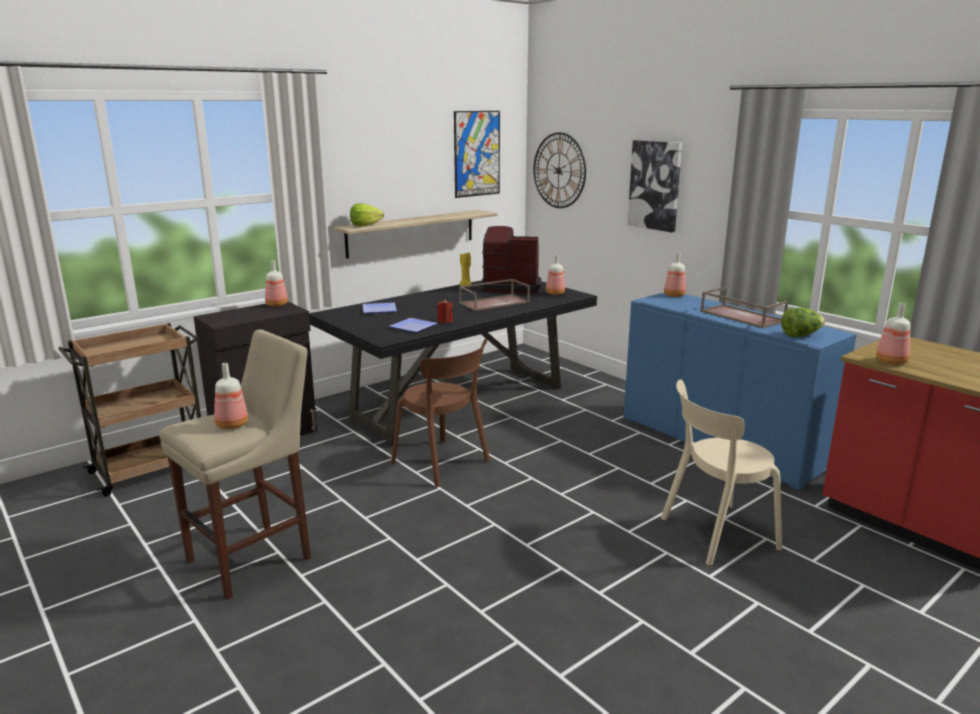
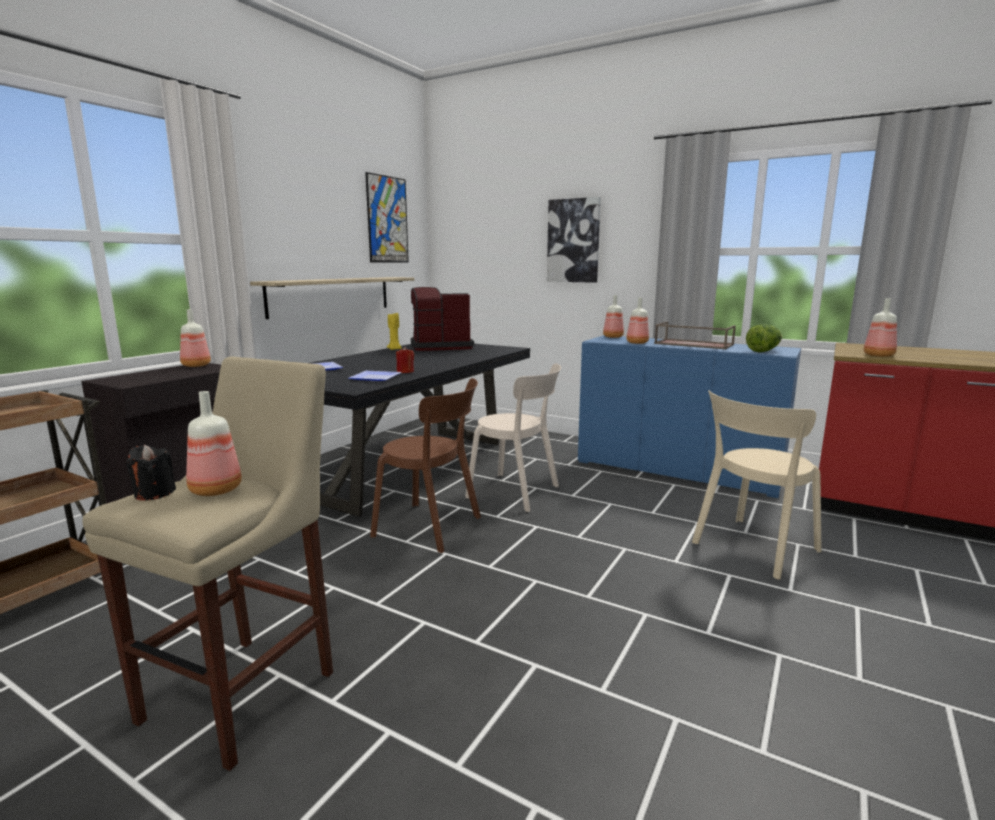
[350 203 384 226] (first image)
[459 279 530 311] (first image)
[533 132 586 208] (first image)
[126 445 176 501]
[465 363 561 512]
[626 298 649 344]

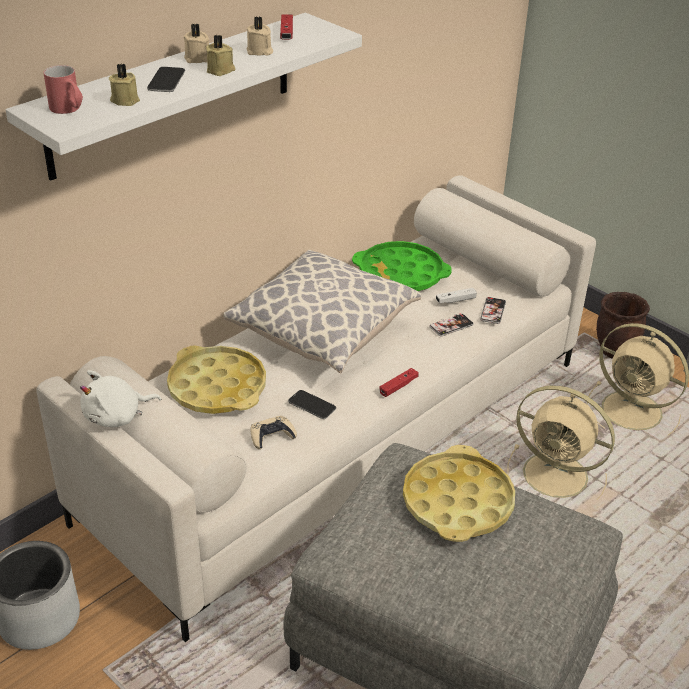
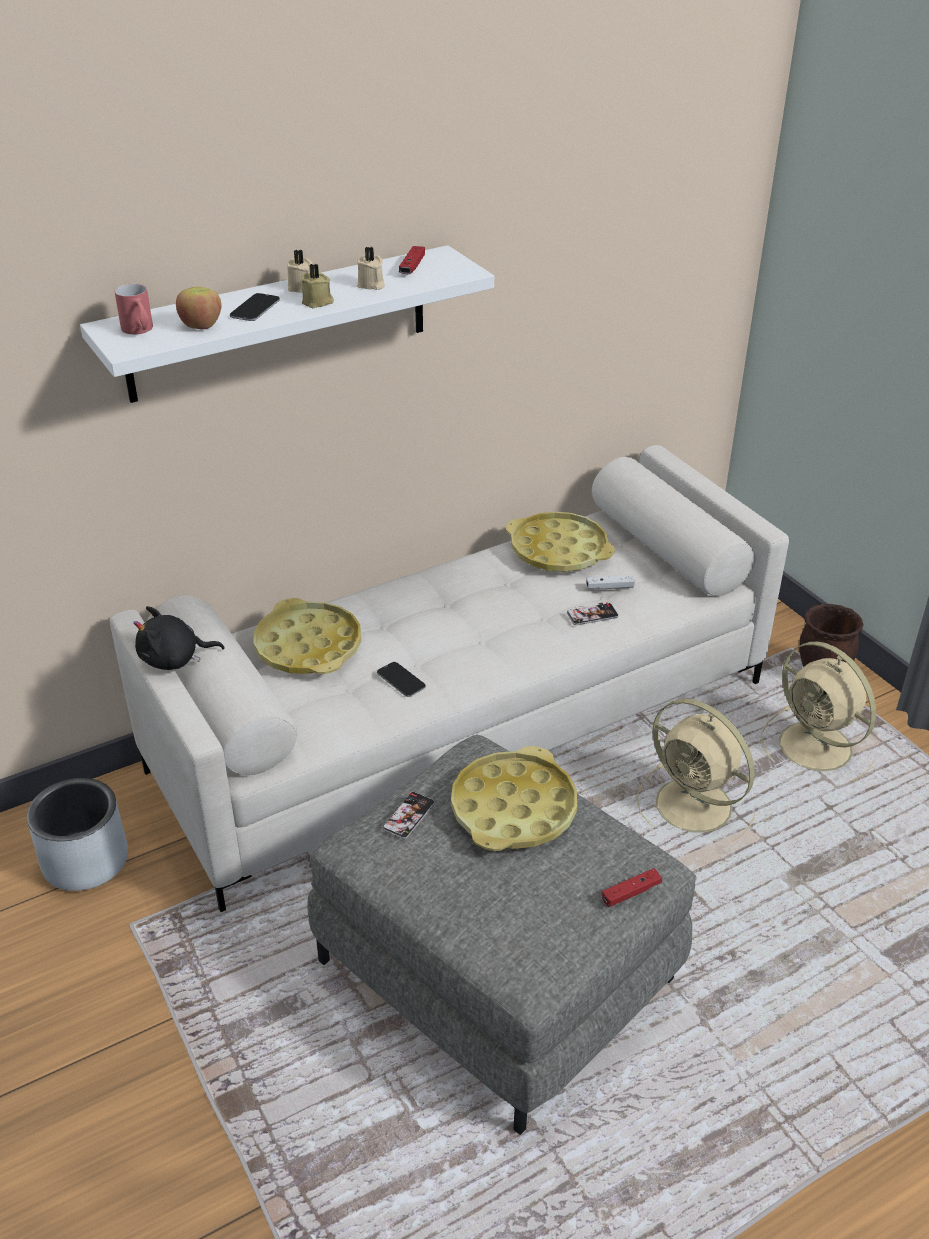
[224 250 421 373] (first image)
[250 416 297 449] (first image)
[602 868 662 907]
[382 792 435 839]
[176 287 221 329]
[133 606 225 670]
[506 512 615 572]

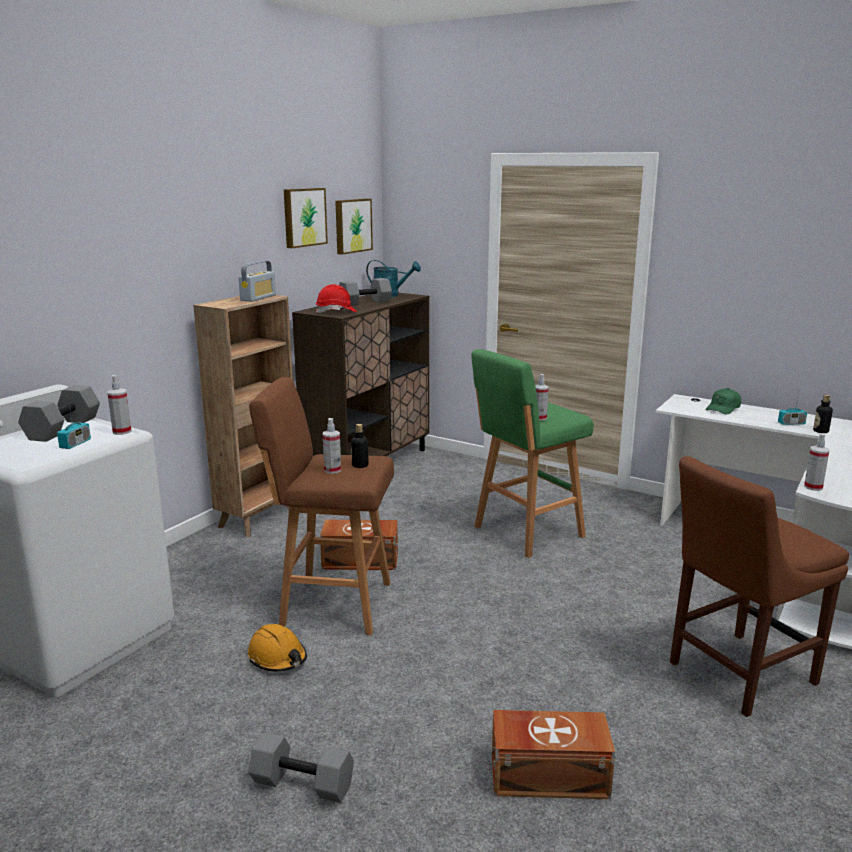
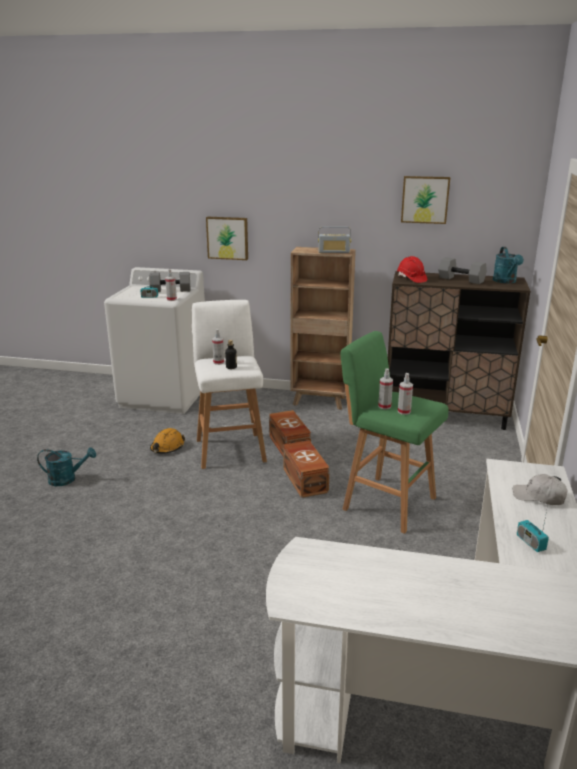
[670 456 849 717] (first image)
[813 395 833 433] (first image)
[206 217 248 260]
[283 440 330 498]
[398 373 413 415]
[37 447 96 486]
[192 300 267 469]
[513 474 567 505]

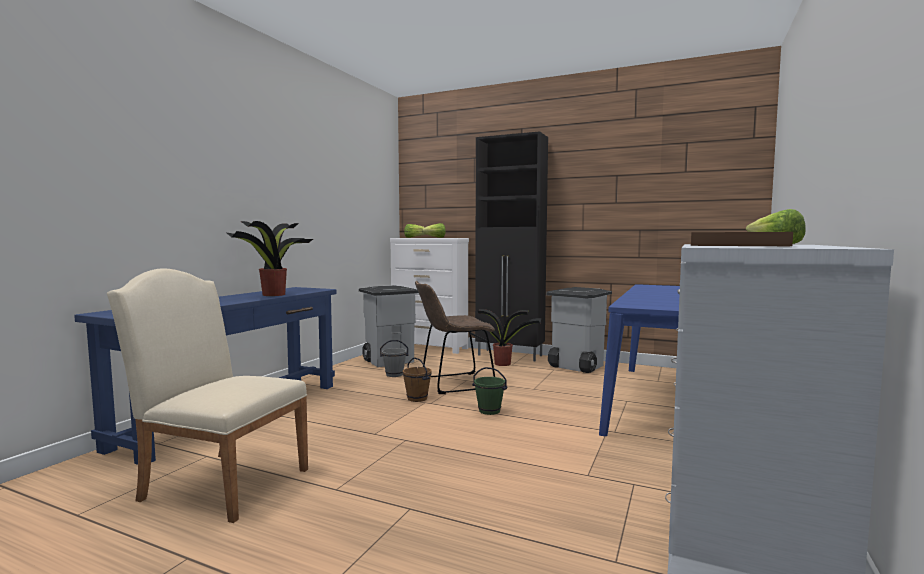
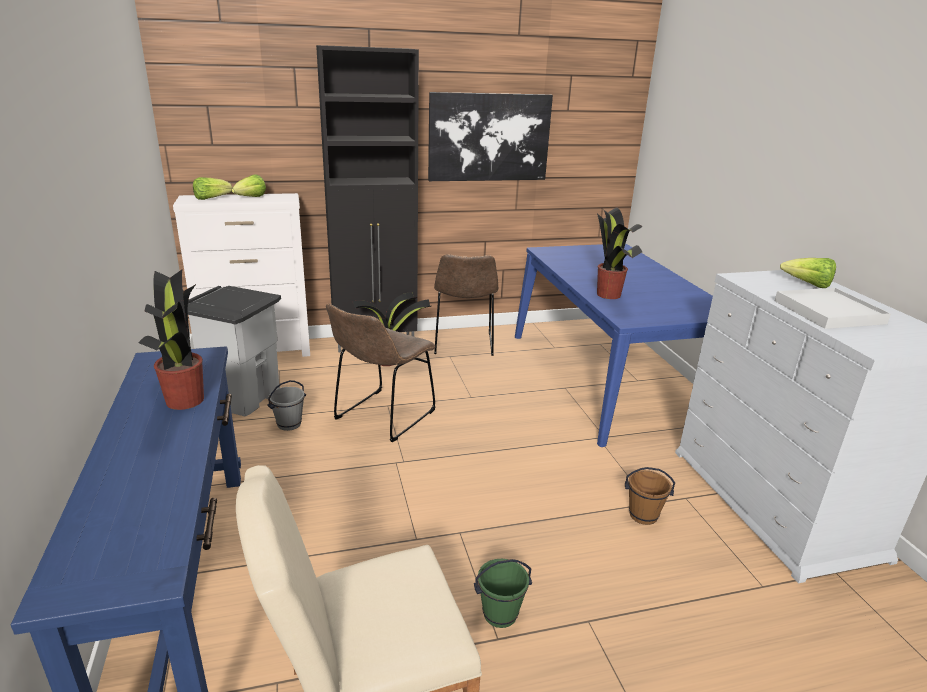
[428 92 553 181]
[597 207 643 299]
[625 467 675 525]
[474 559 532 628]
[434 254 499 356]
[775 288 891 329]

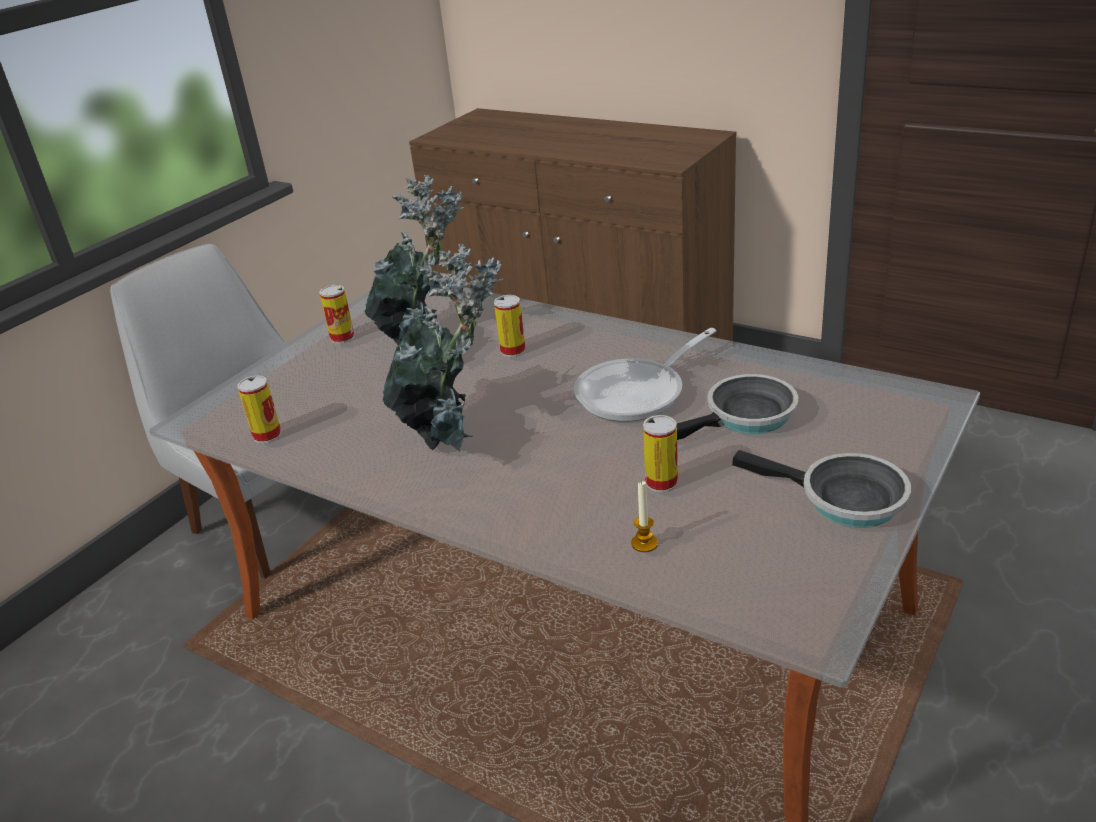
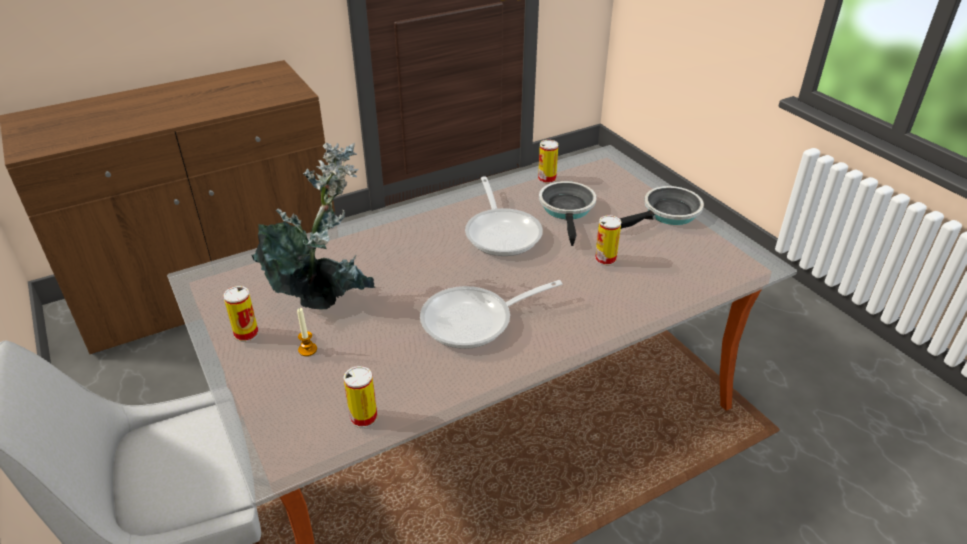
[538 140 558 184]
[297 308 317 356]
[420 280 562 349]

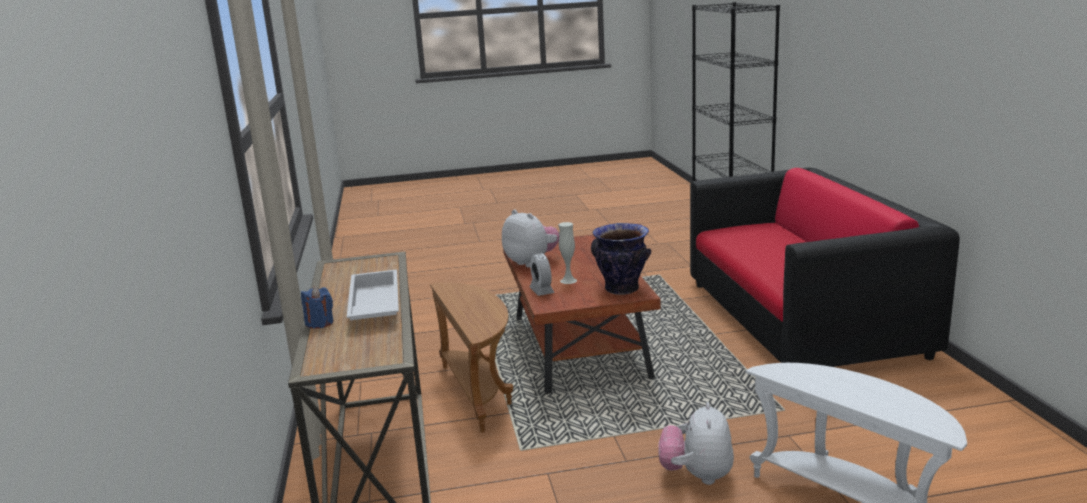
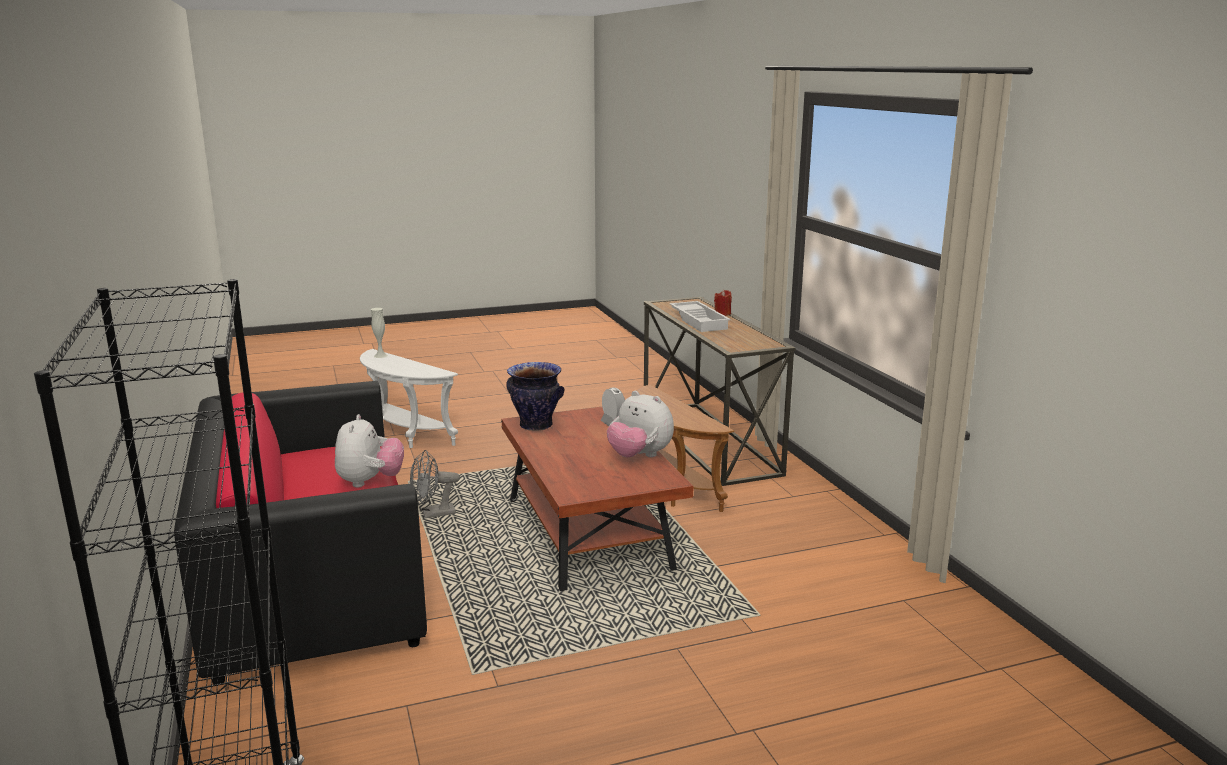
[410 450 460 518]
[371 308 388 358]
[335 414 404 488]
[714 290 732 316]

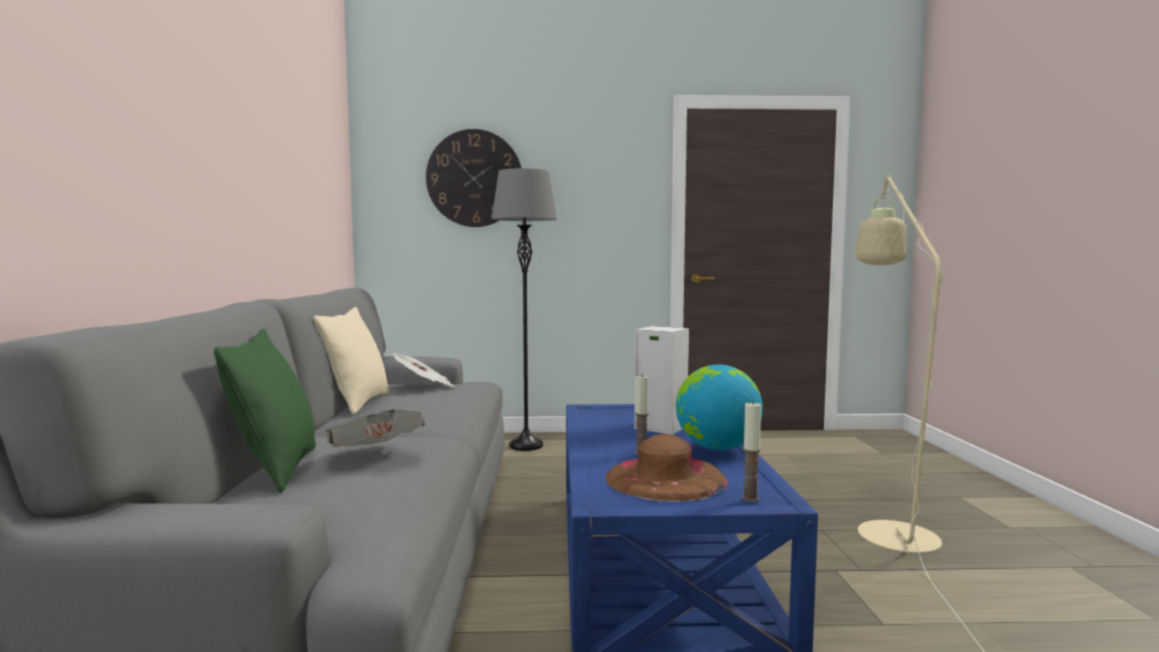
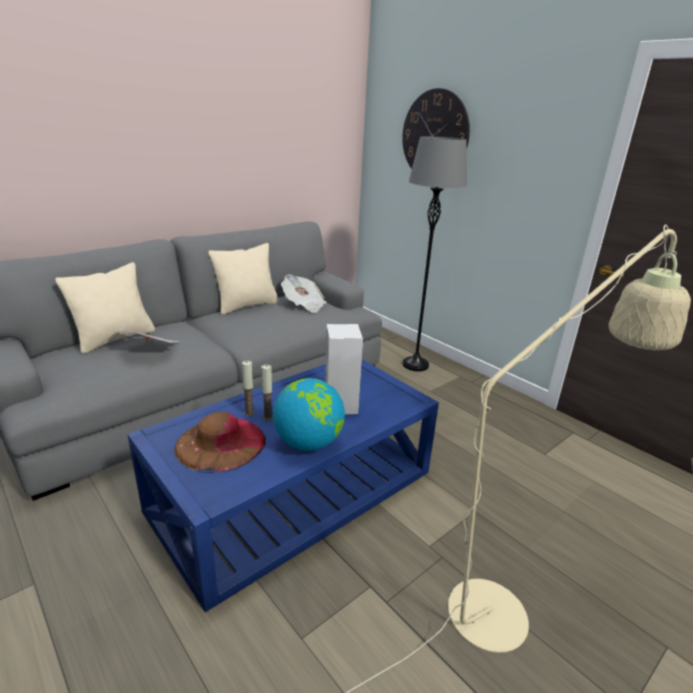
[242 361 255 416]
[55 262 155 354]

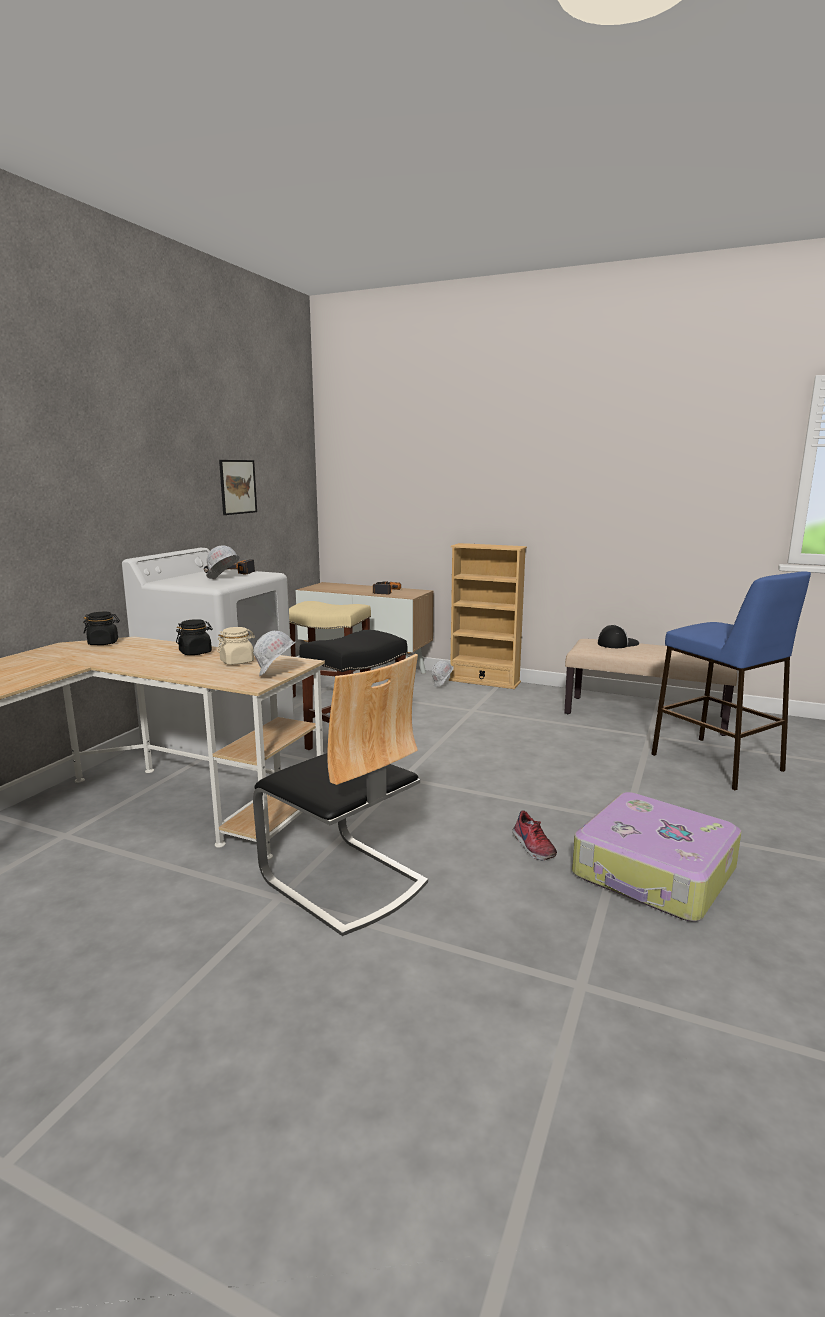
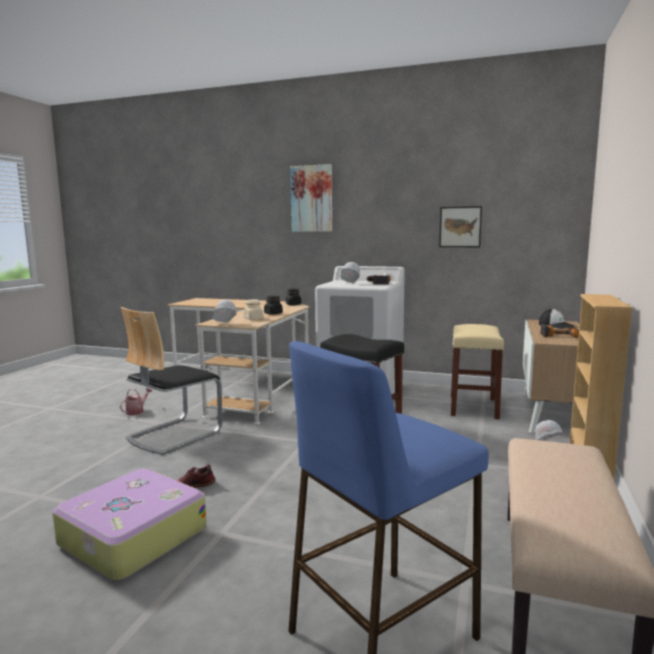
[120 388 152 415]
[291 164 332 232]
[539 309 575 329]

